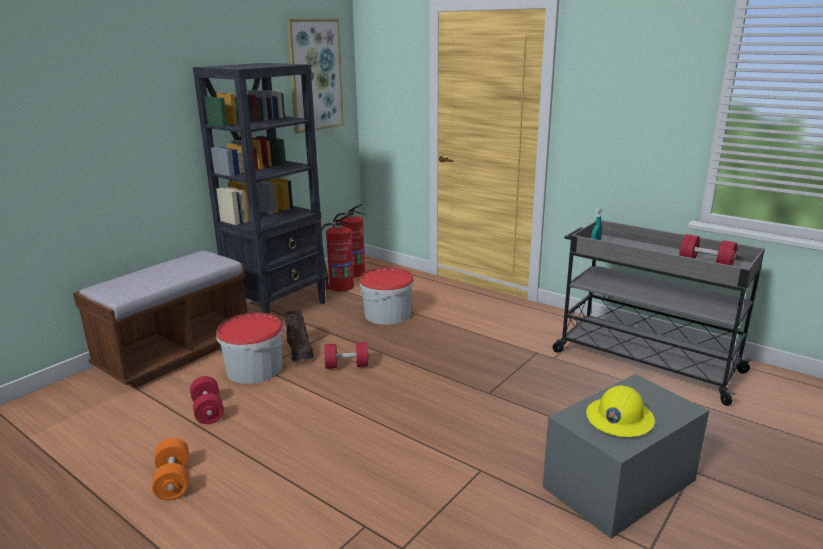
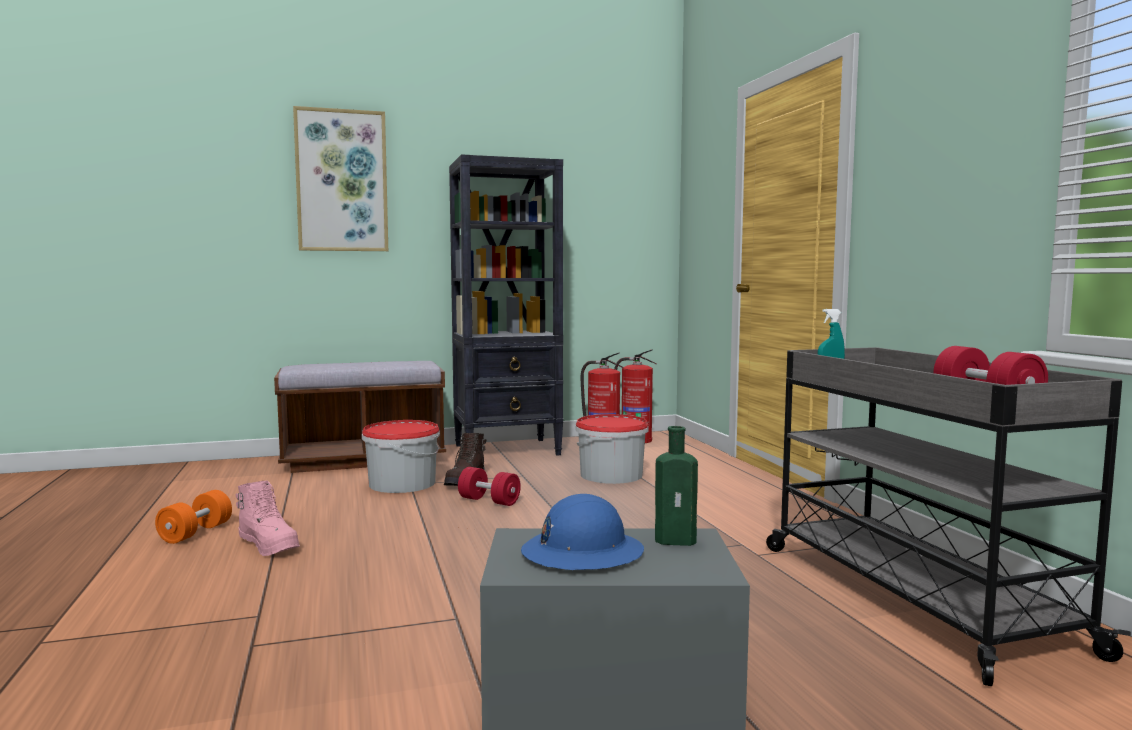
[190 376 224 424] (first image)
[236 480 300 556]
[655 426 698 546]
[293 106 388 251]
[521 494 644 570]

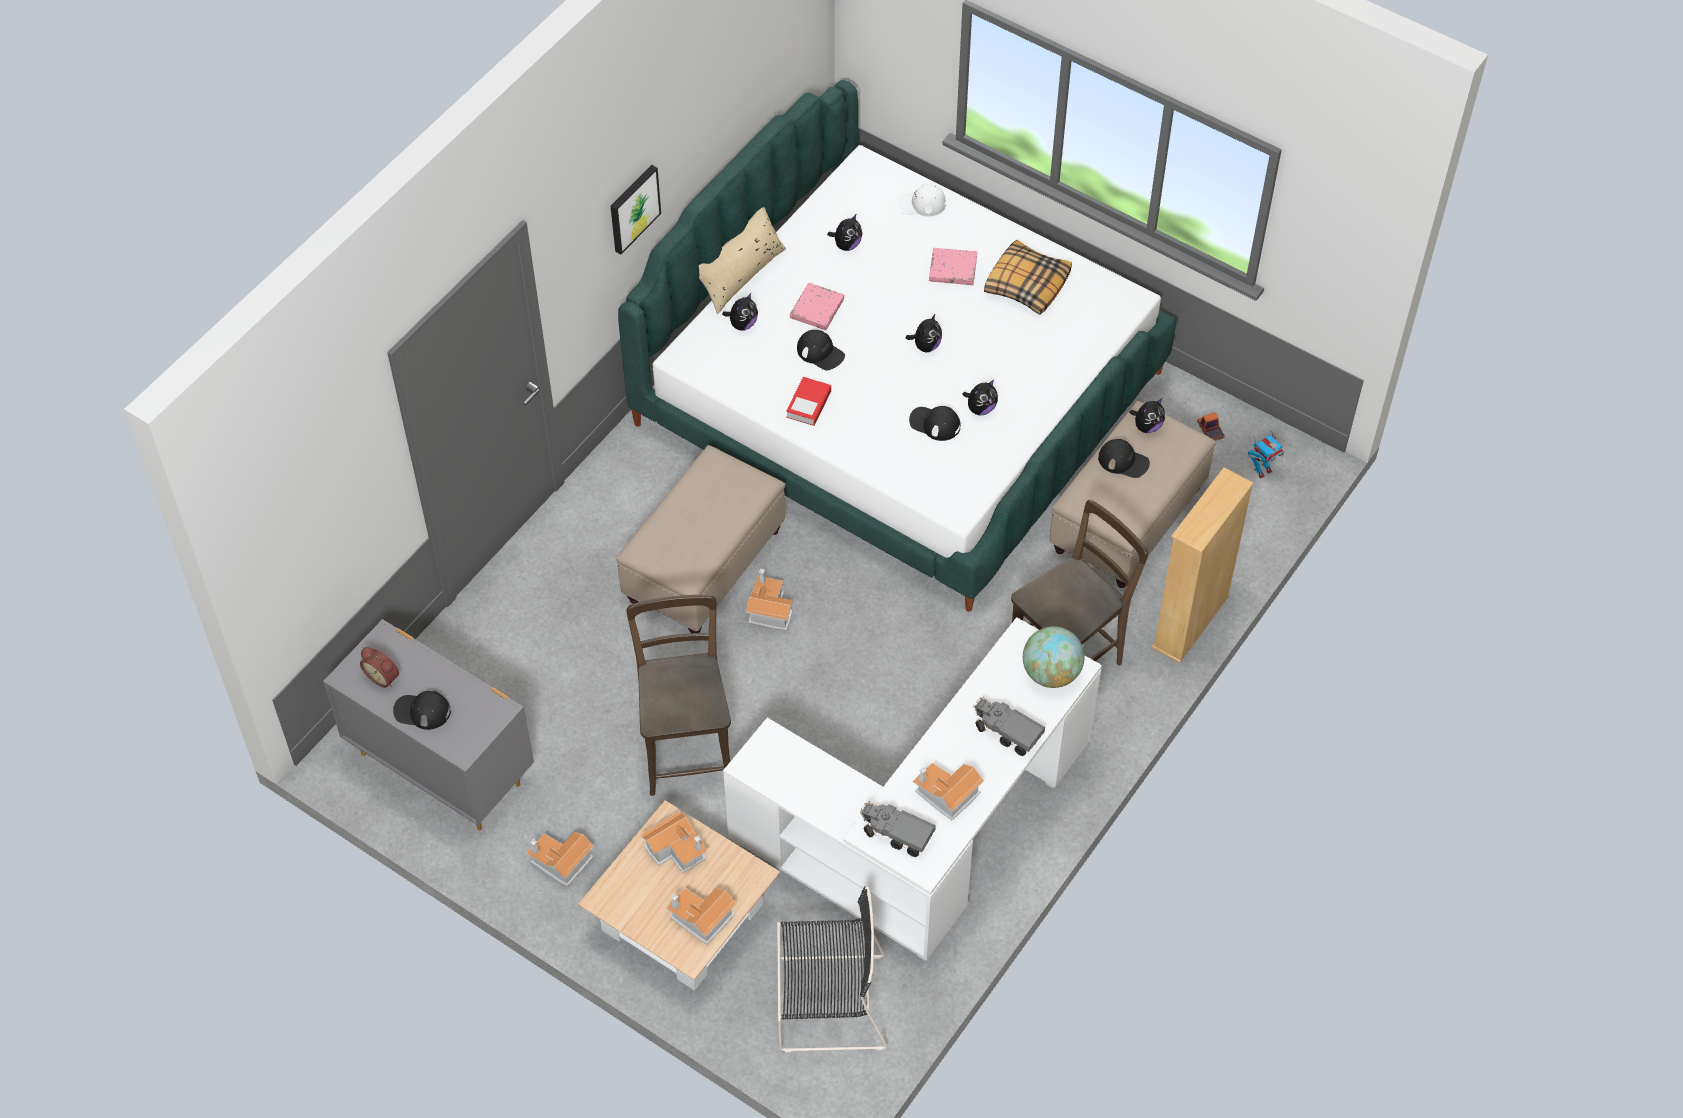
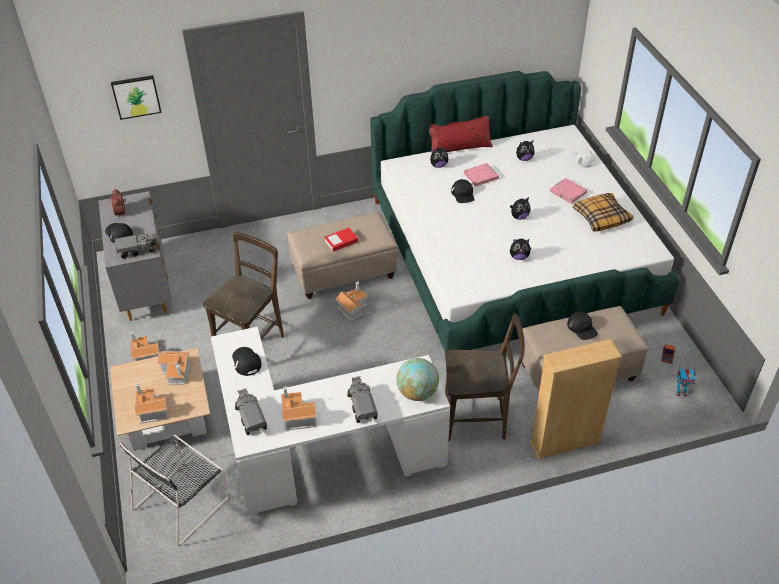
[1129 398 1165 433] (first image)
[115 233 158 259]
[111 75 162 120]
[324 228 358 252]
[232 347 262 376]
[429 116 493 153]
[120 435 229 546]

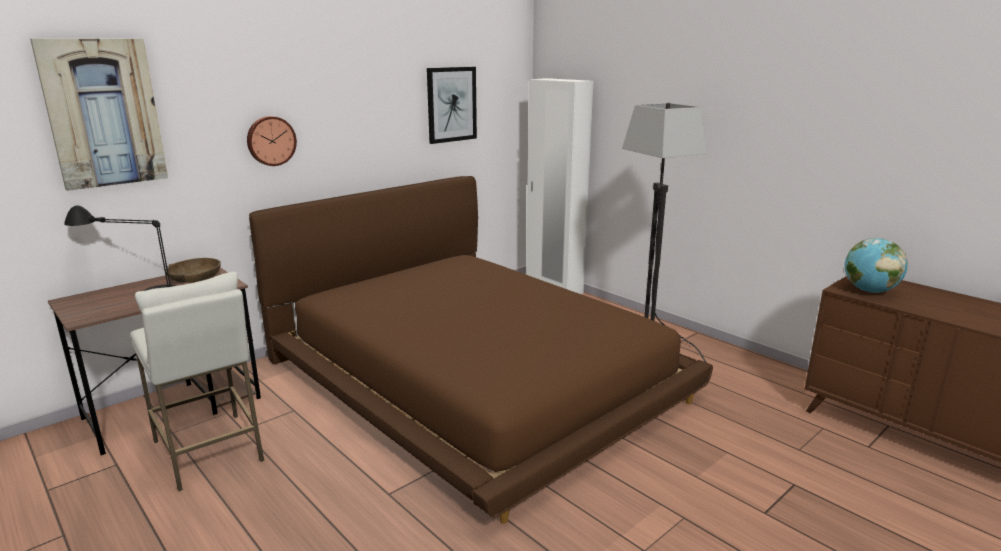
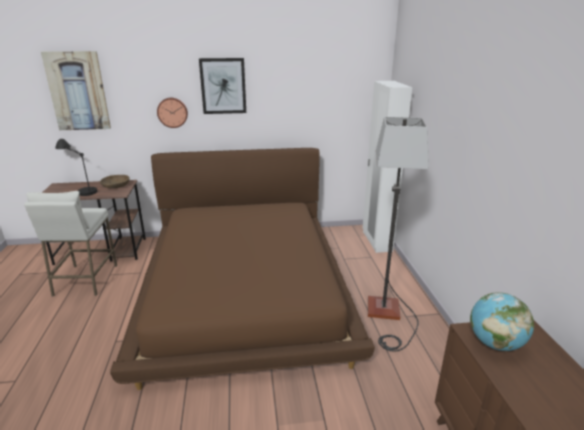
[199 58 246 114]

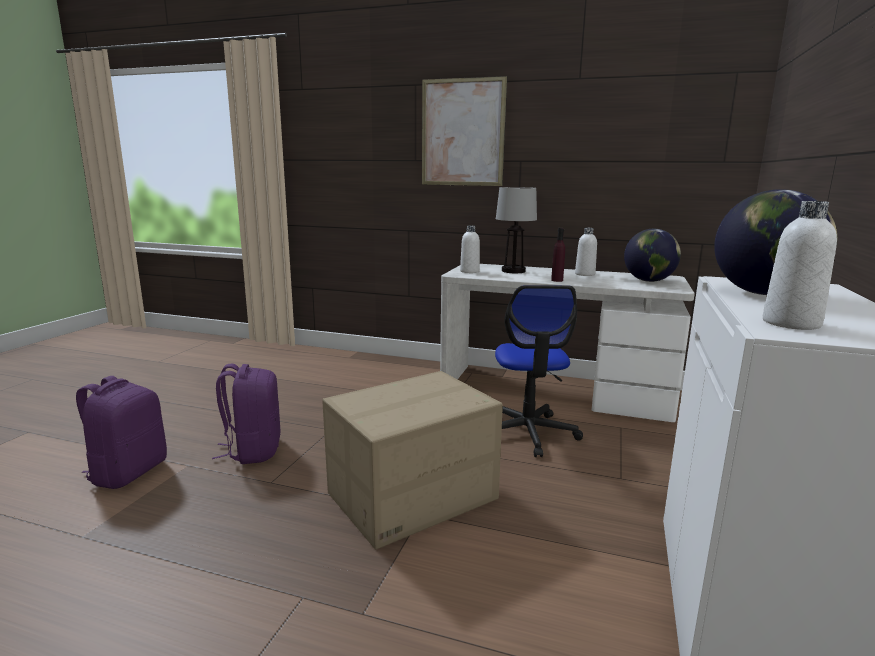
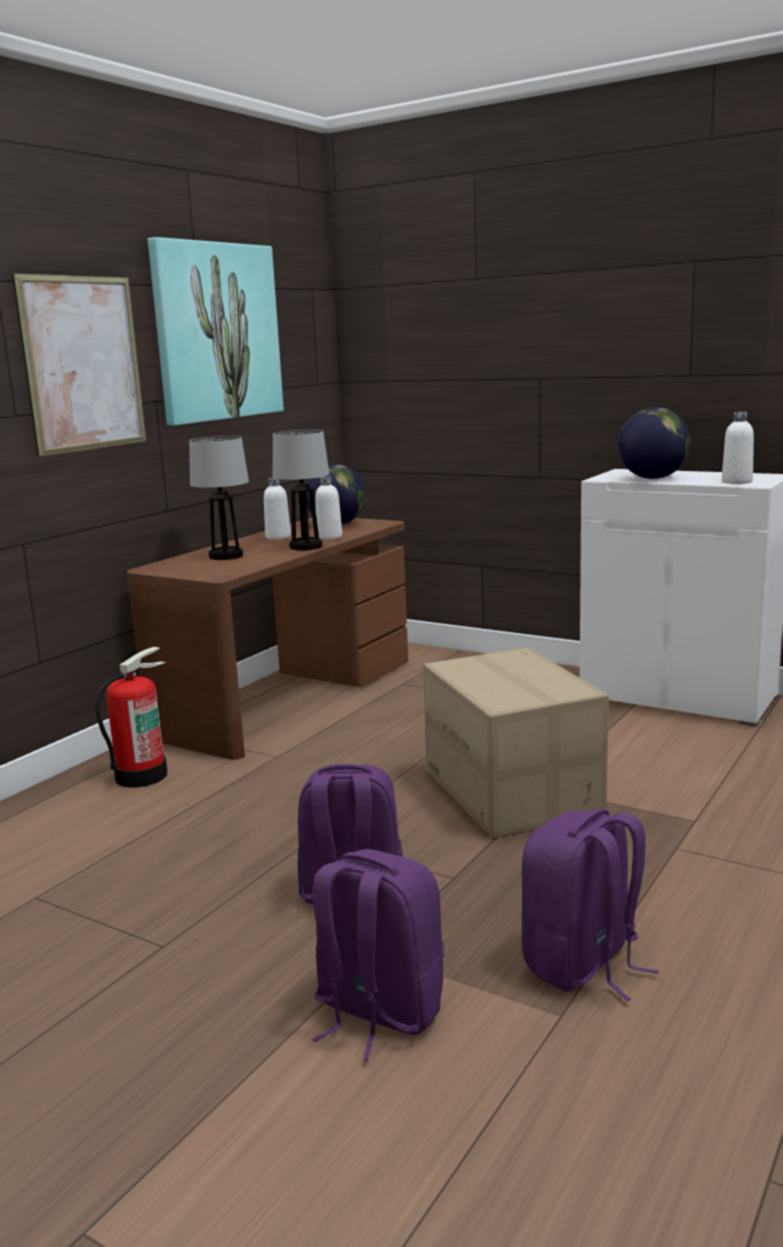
[495 285 583 457] (first image)
[95 647 168 787]
[148 237 284 425]
[522 809 659 1001]
[315 476 342 540]
[273 430 329 550]
[127 517 408 760]

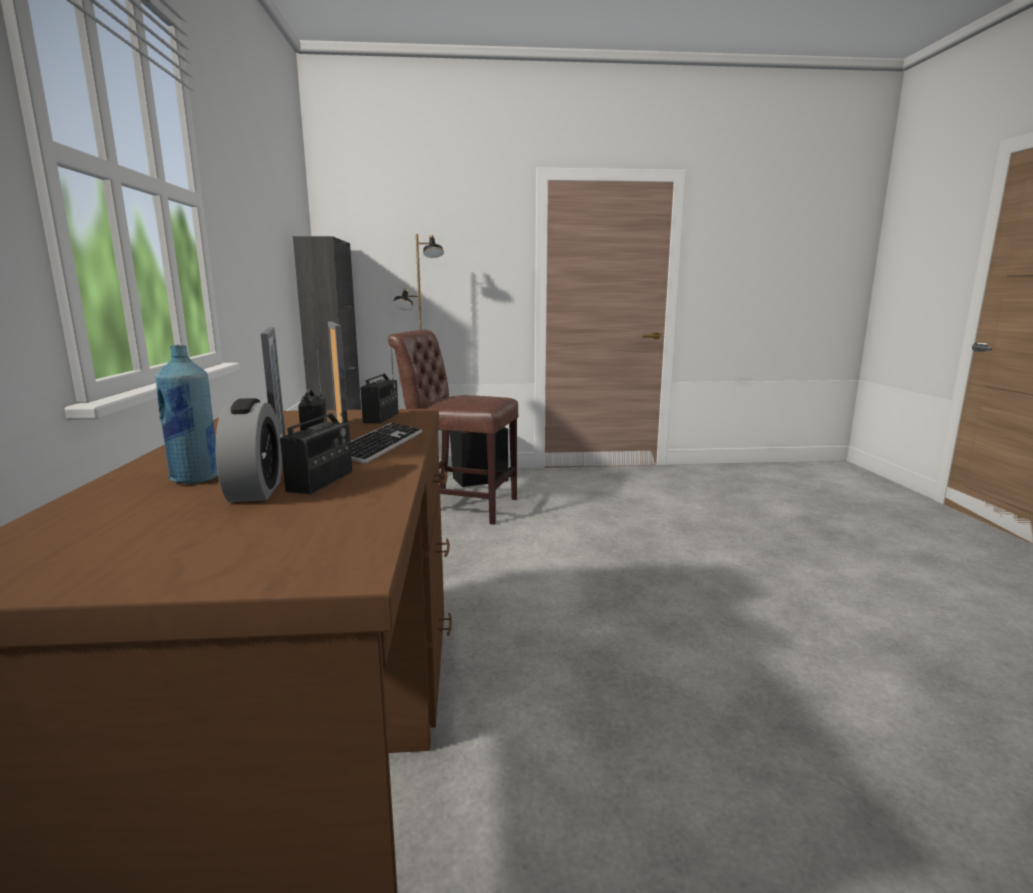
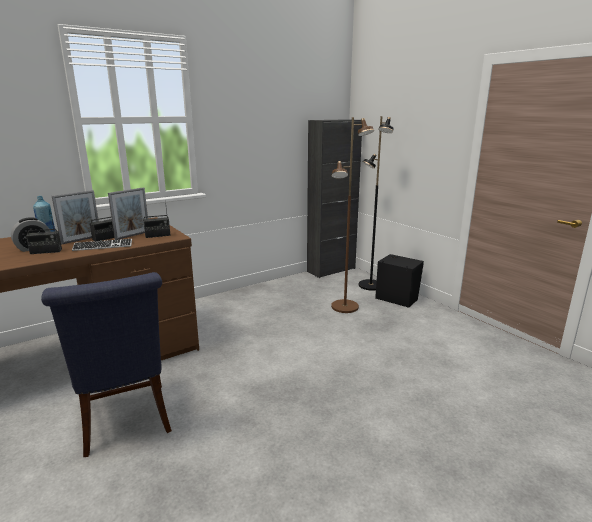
[41 272 172 457]
[331 117 374 313]

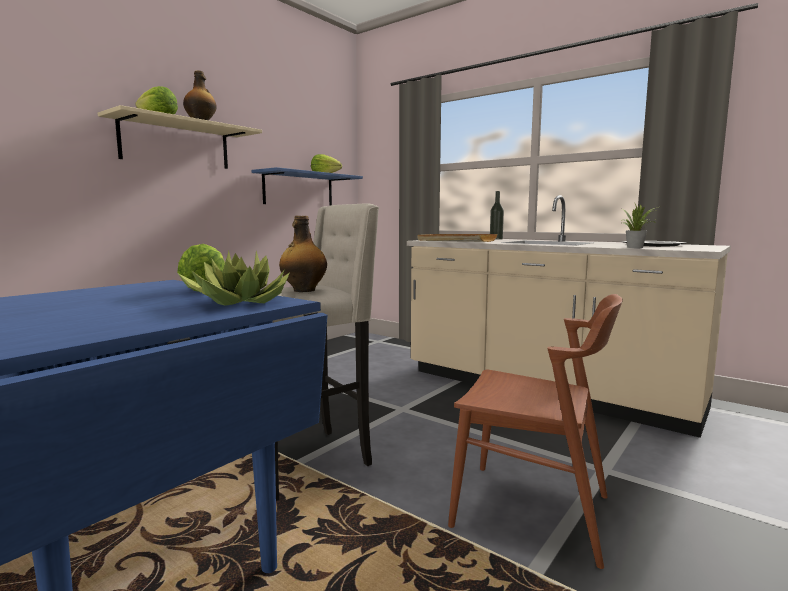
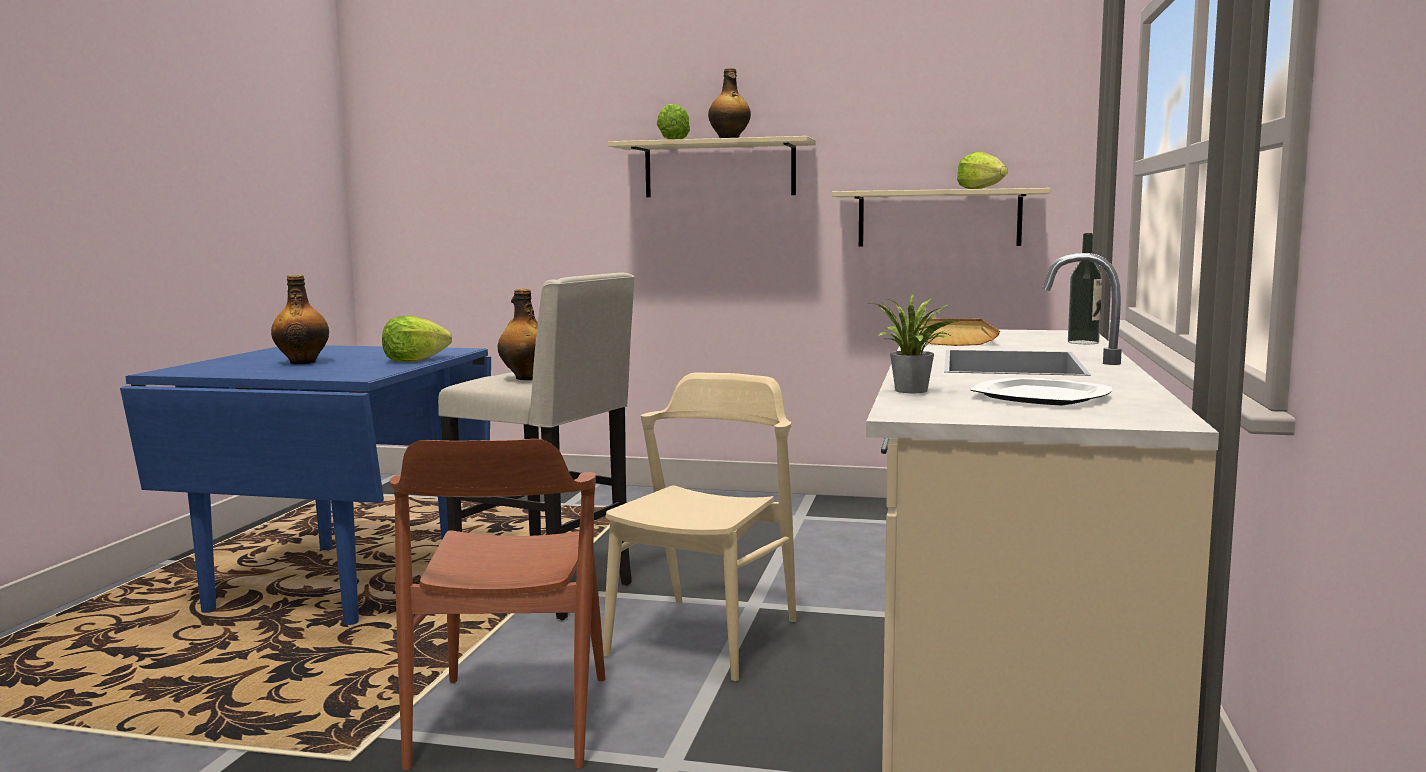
[178 251 290 306] (first image)
[271 275 329 364]
[603 372 796 681]
[832 188 1051 247]

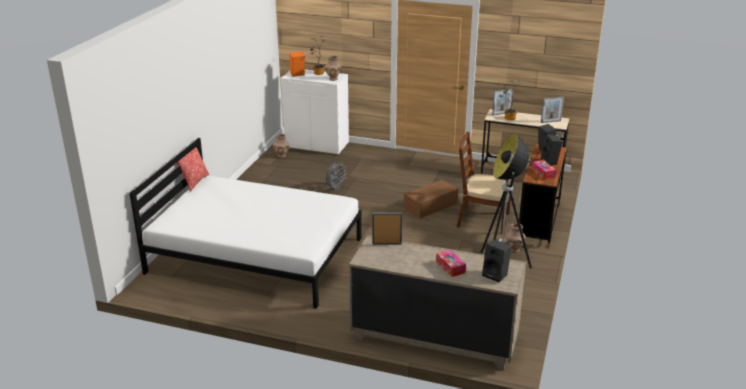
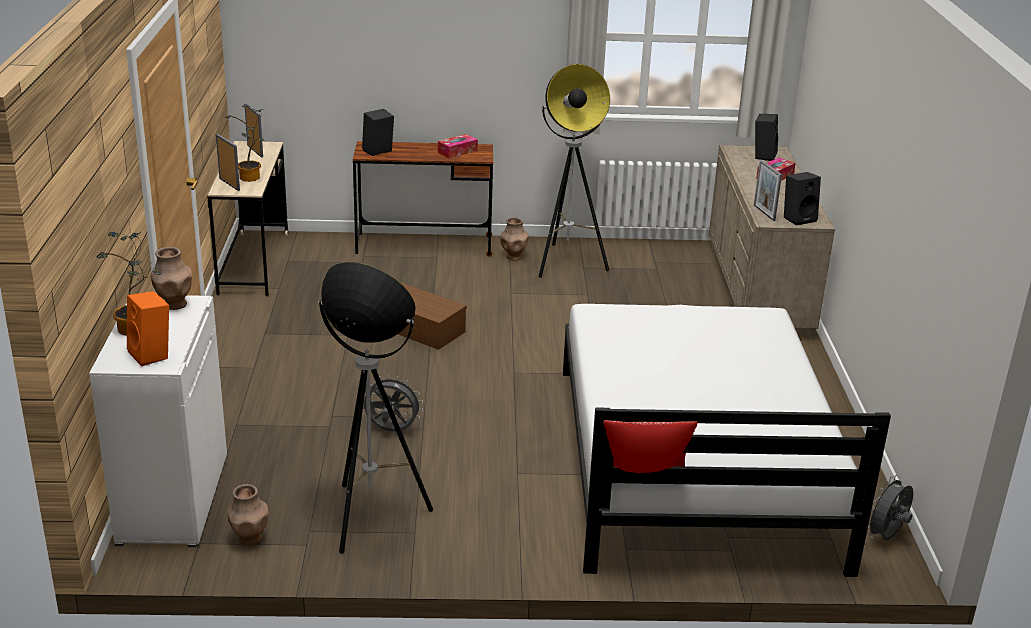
[457 132 514 234] (first image)
[318 262 433 554]
[867 475 914 540]
[784 172 821 226]

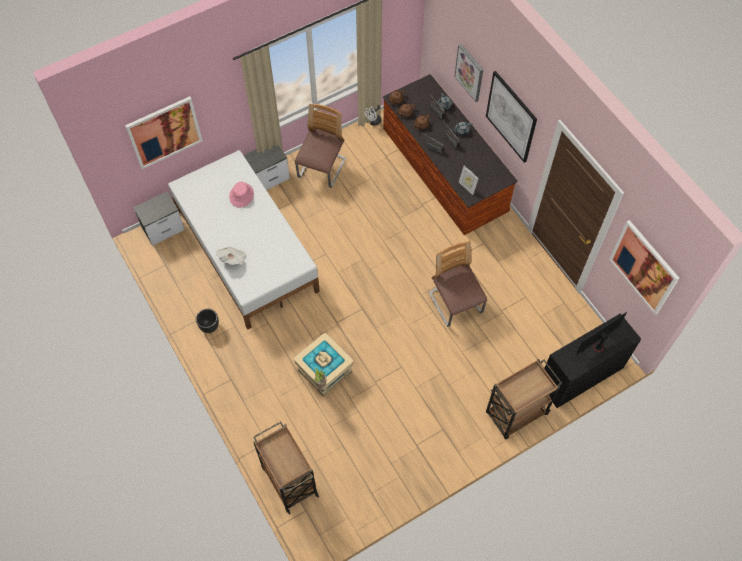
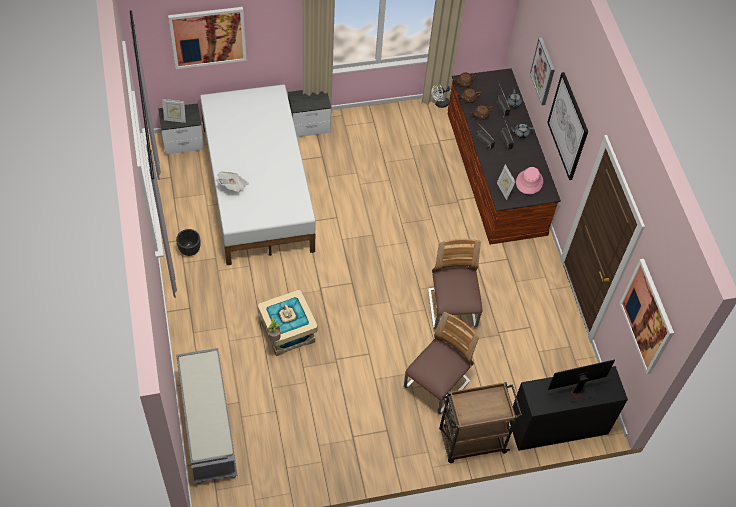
[162 99 186 123]
[516 167 543 194]
[404 312 479 414]
[176 348 237 485]

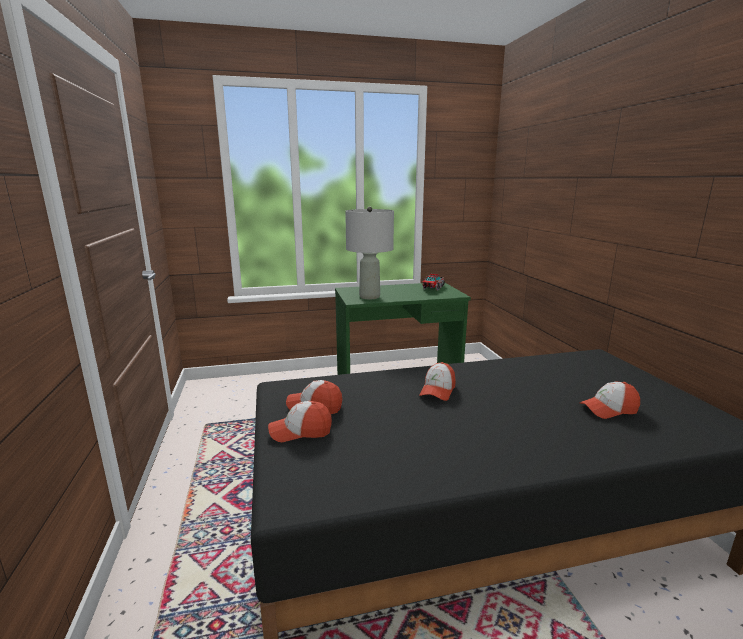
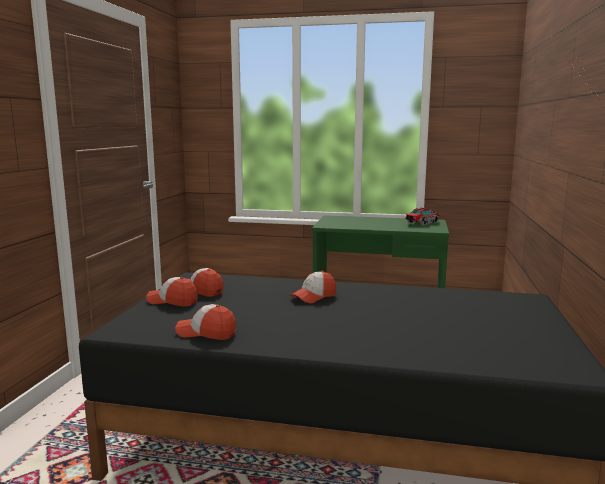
[345 207 394 299] (first image)
[175 304 236 340]

